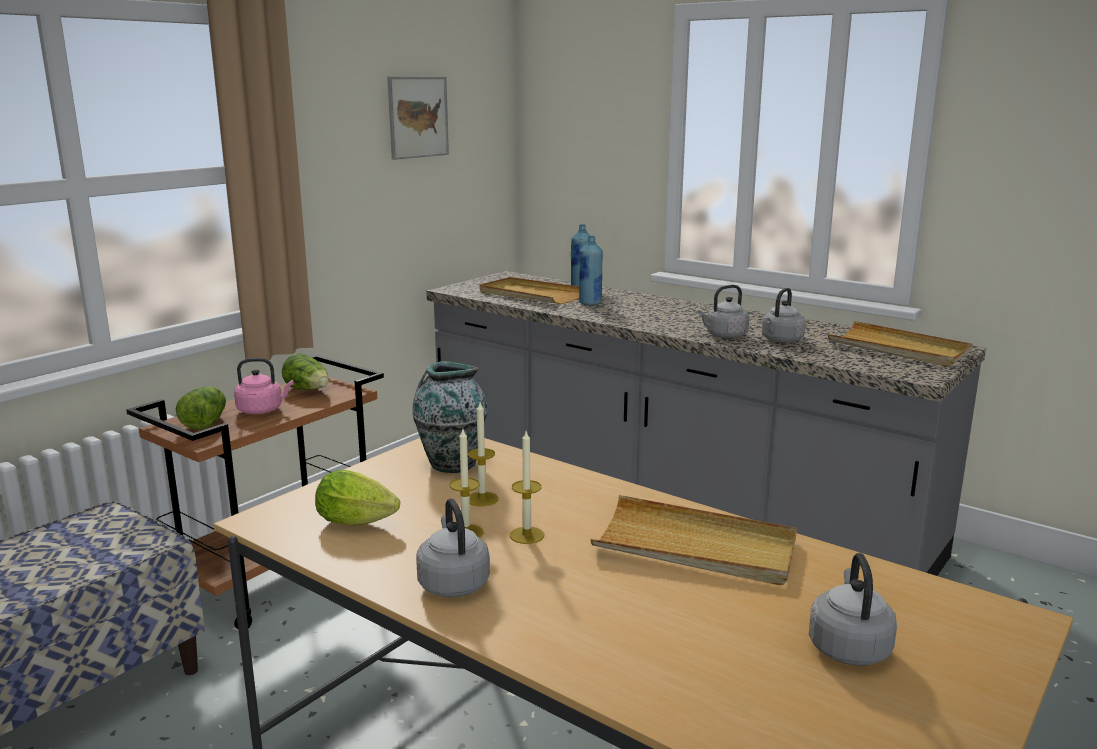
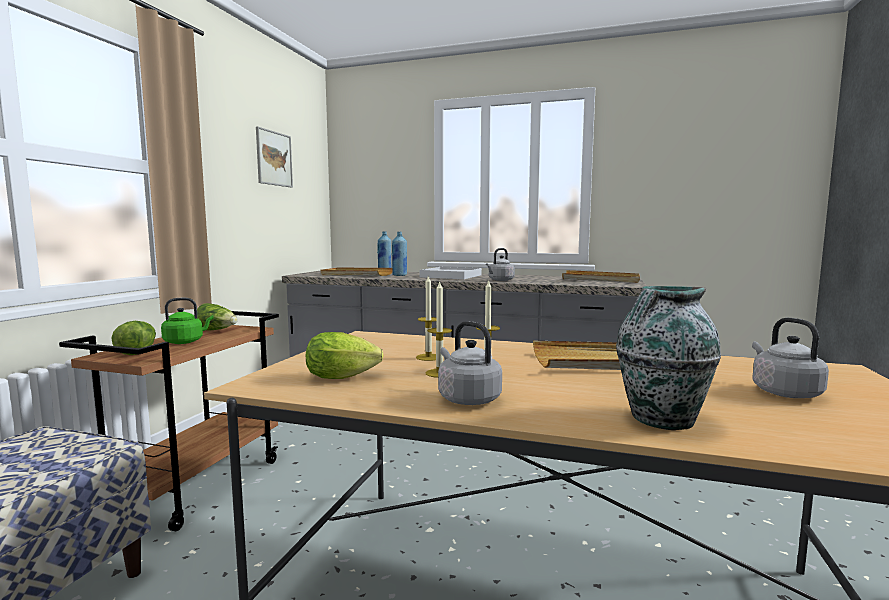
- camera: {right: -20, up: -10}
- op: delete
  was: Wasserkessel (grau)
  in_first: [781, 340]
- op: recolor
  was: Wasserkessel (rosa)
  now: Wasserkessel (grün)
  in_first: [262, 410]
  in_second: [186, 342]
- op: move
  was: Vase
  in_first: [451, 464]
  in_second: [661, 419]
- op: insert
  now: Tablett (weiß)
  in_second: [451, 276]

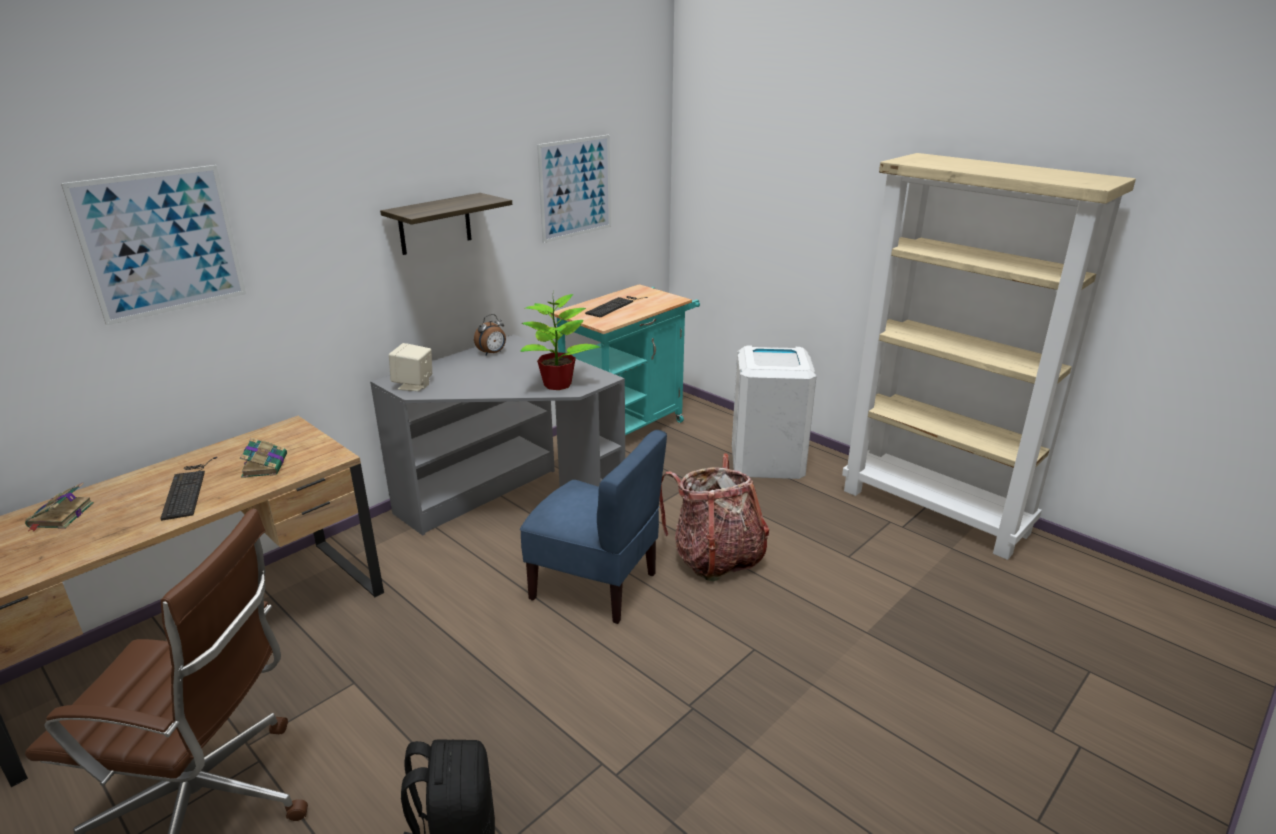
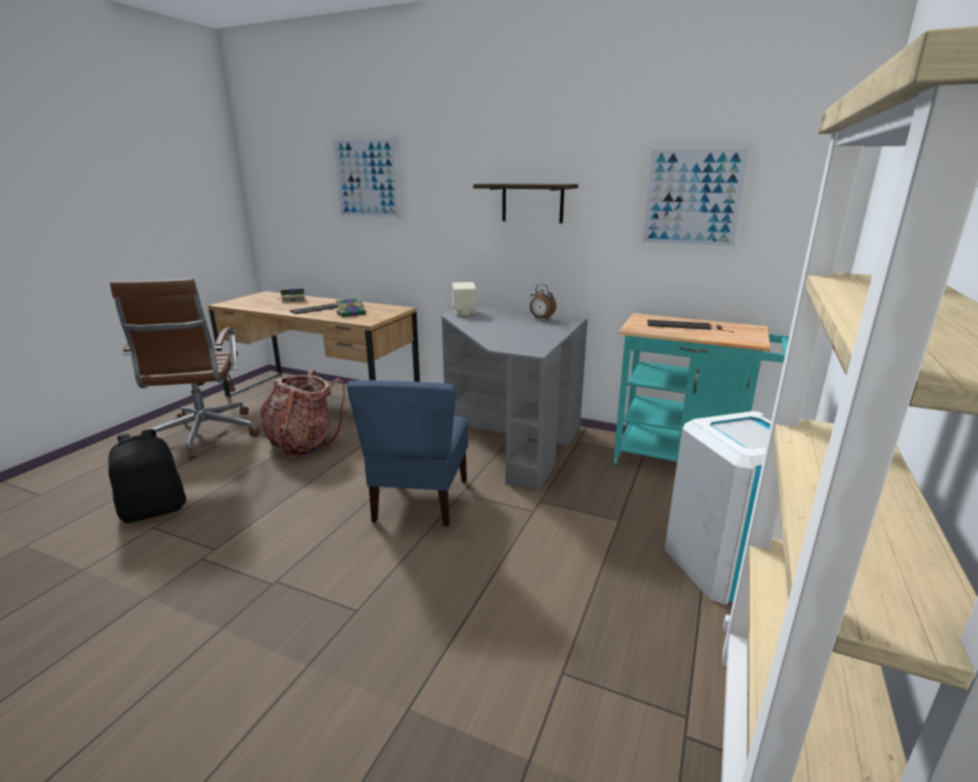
- camera: {right: 70, up: -5}
- op: delete
  was: Topfpflanze
  in_first: [558, 384]
- op: move
  was: Rucksack
  in_first: [715, 557]
  in_second: [303, 444]

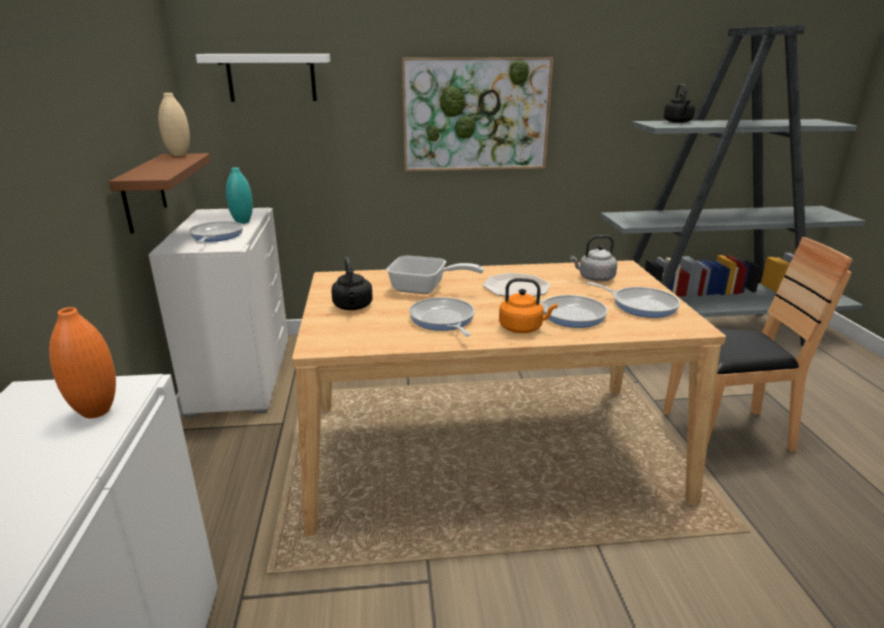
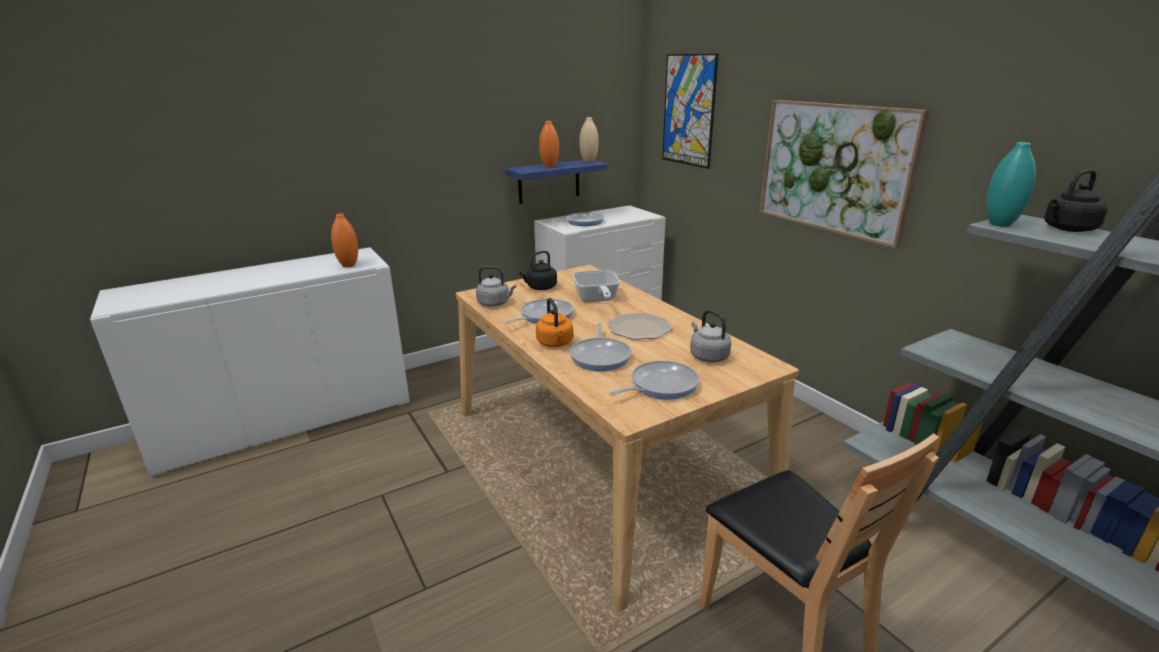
- camera: {right: 65, up: 0}
- op: replace
  was: Wandregal (weiß)
  now: Bild
  in_first: [271, 77]
  in_second: [688, 110]
- op: recolor
  was: Wandregal (braun)
  now: Wandregal (blau)
  in_first: [143, 193]
  in_second: [549, 181]
- op: move
  was: Vase (türkis)
  in_first: [242, 222]
  in_second: [1000, 224]
- op: rotate
  was: Pfanne
  in_first: [641, 305]
  in_second: [660, 385]
  clockwise: -135
- op: insert
  now: Vase (orange)
  in_second: [549, 166]
- op: insert
  now: Wasserkessel (grau)
  in_second: [495, 303]

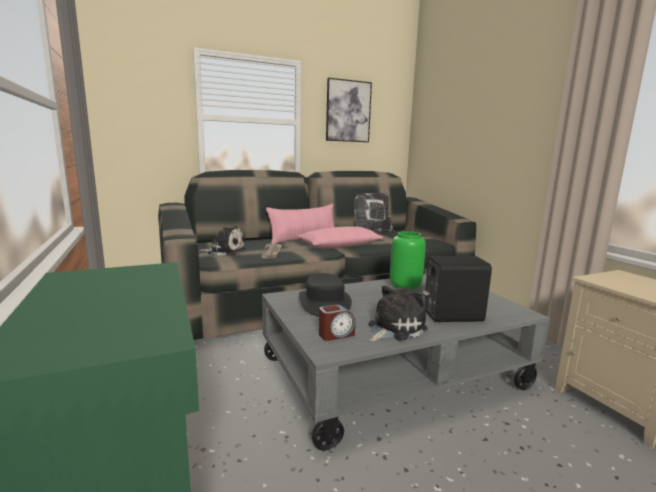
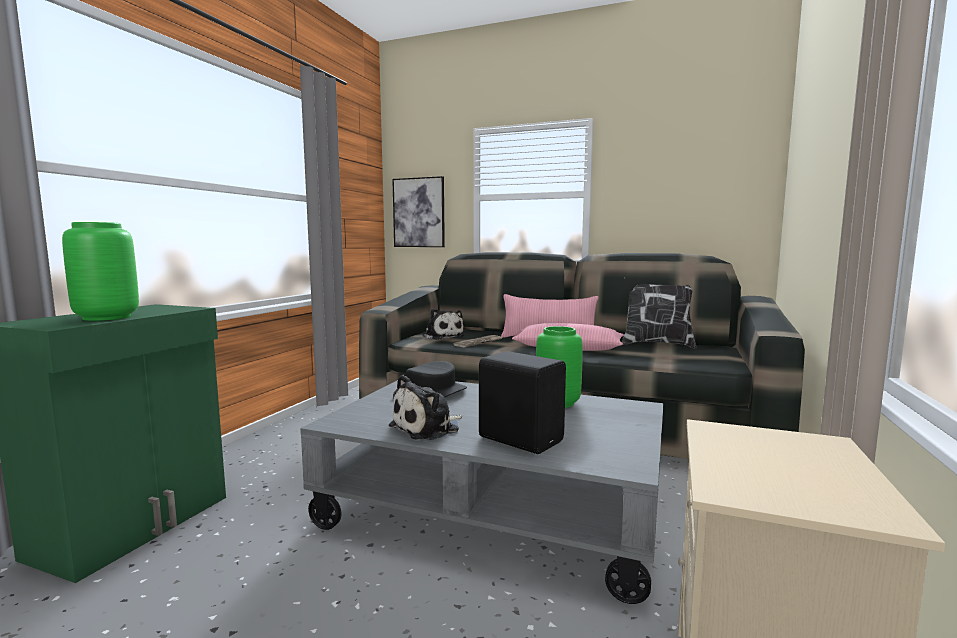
- camera: {right: 45, up: -5}
- op: move
  was: Bild
  in_first: [348, 111]
  in_second: [419, 212]
- op: rotate
  was: Plüschtier
  in_first: [394, 328]
  in_second: [428, 428]
  clockwise: 135
- op: delete
  was: Wecker
  in_first: [336, 334]
- op: insert
  now: Vase (grün)
  in_second: [107, 317]

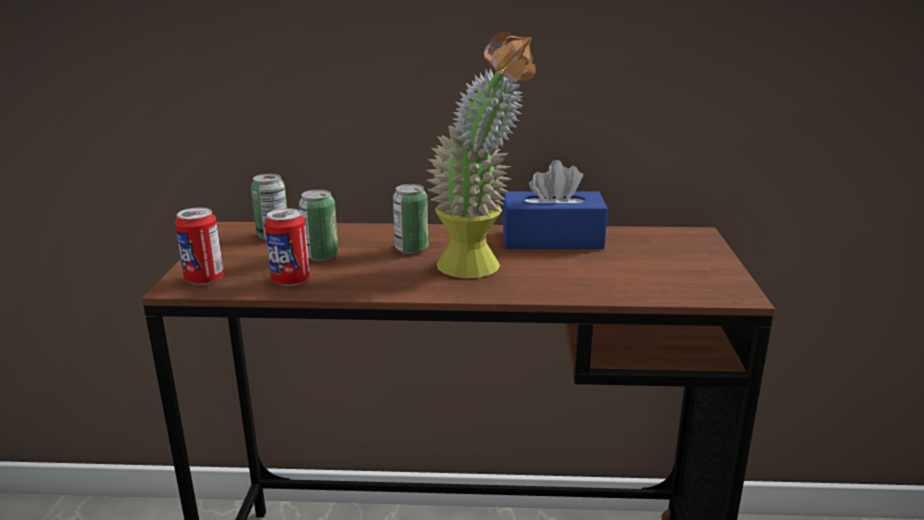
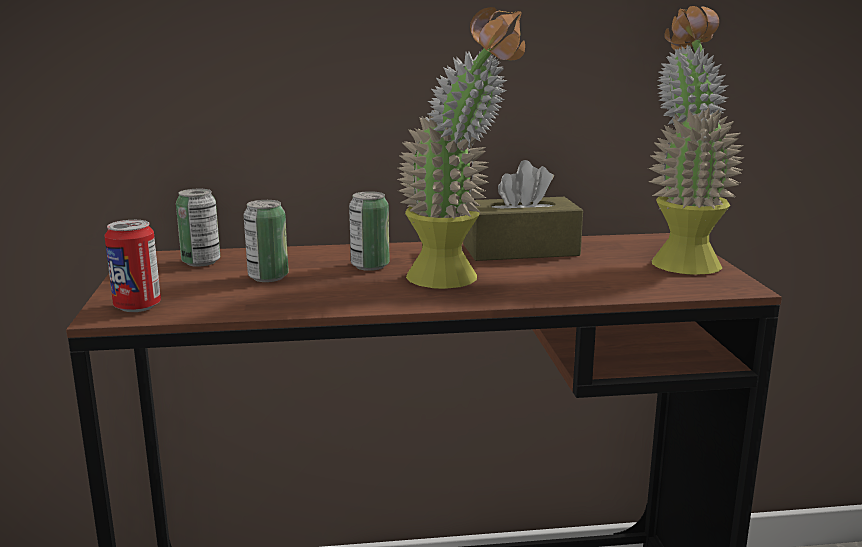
- camera: {right: -10, up: -5}
- op: recolor
  was: Taschentuchbox (blau)
  now: Taschentuchbox (braun)
  in_first: [552, 239]
  in_second: [520, 250]
- op: delete
  was: Dose
  in_first: [291, 281]
- op: insert
  now: Topfpflanze
  in_second: [679, 259]

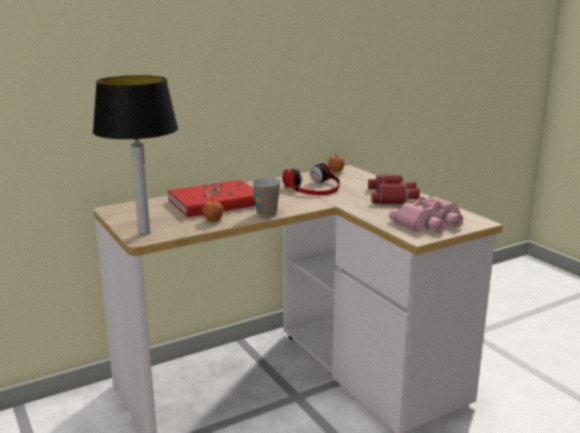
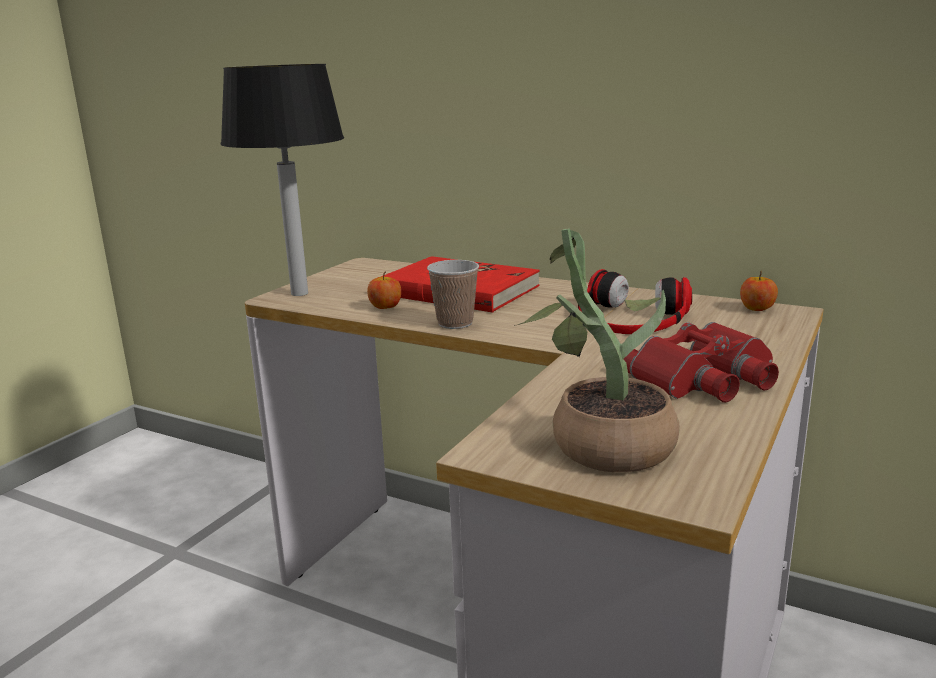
- camera: {right: 60, up: 0}
- op: replace
  was: Fernglas (rosa)
  now: Topfpflanze
  in_first: [429, 222]
  in_second: [599, 443]

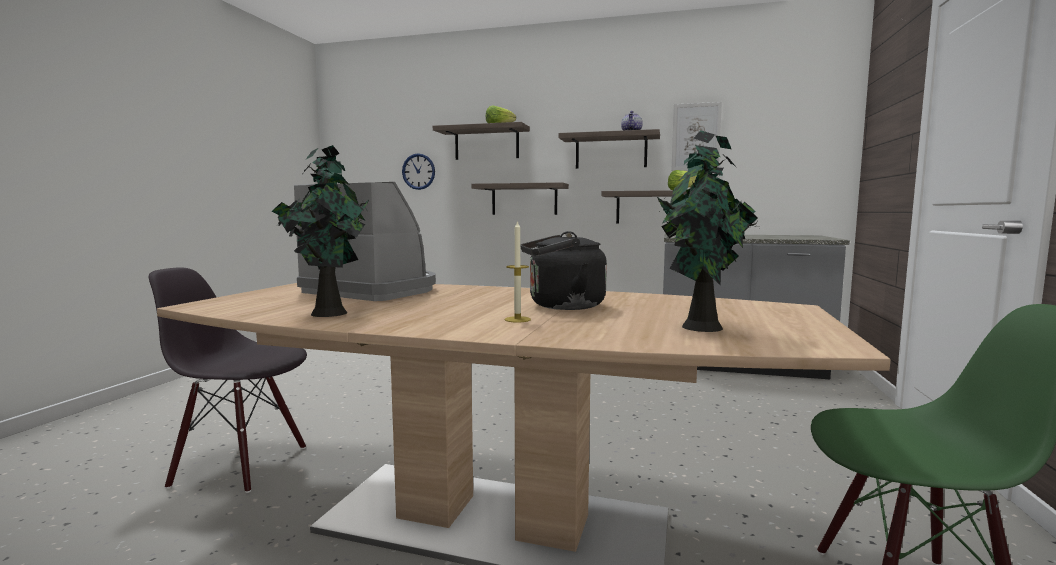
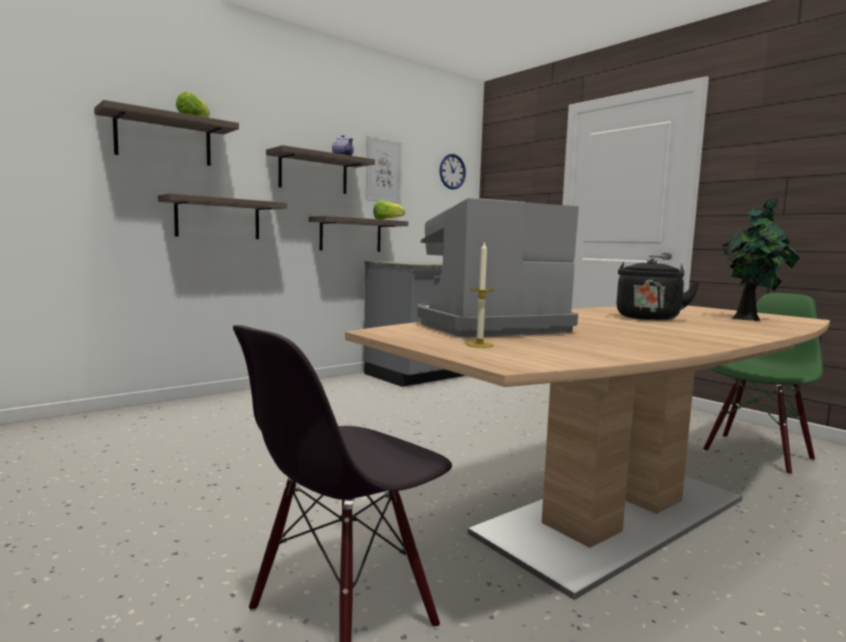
- camera: {right: -55, up: 0}
- op: delete
  was: Topfpflanze
  in_first: [329, 313]
- op: move
  was: Wanduhr
  in_first: [418, 171]
  in_second: [452, 171]
- op: move
  was: Kerze
  in_first: [517, 319]
  in_second: [479, 345]

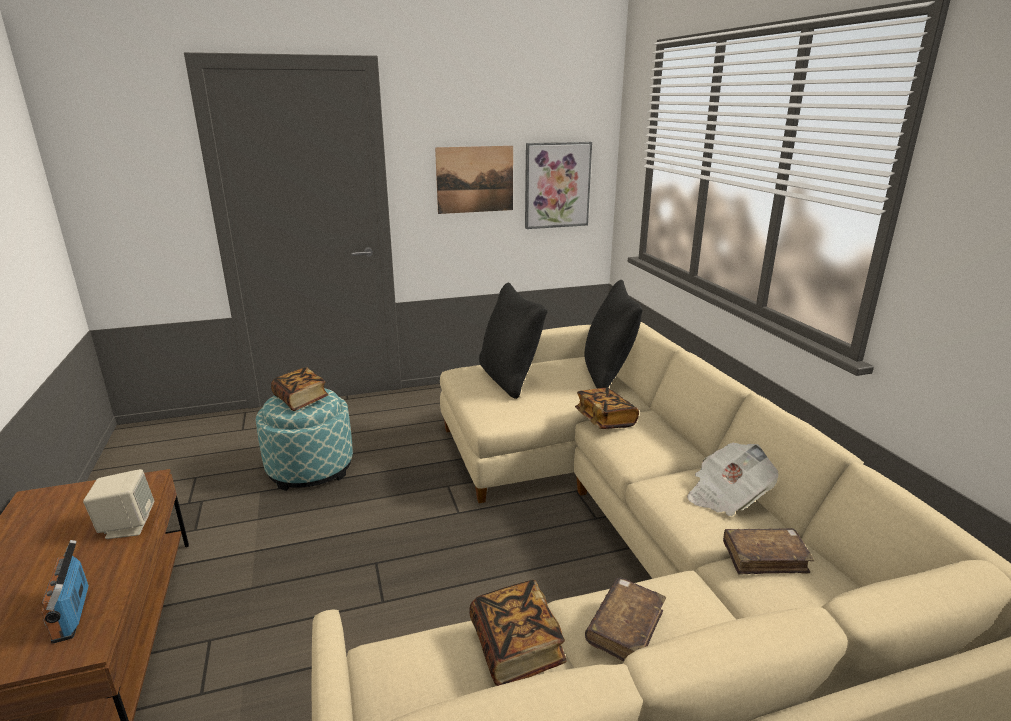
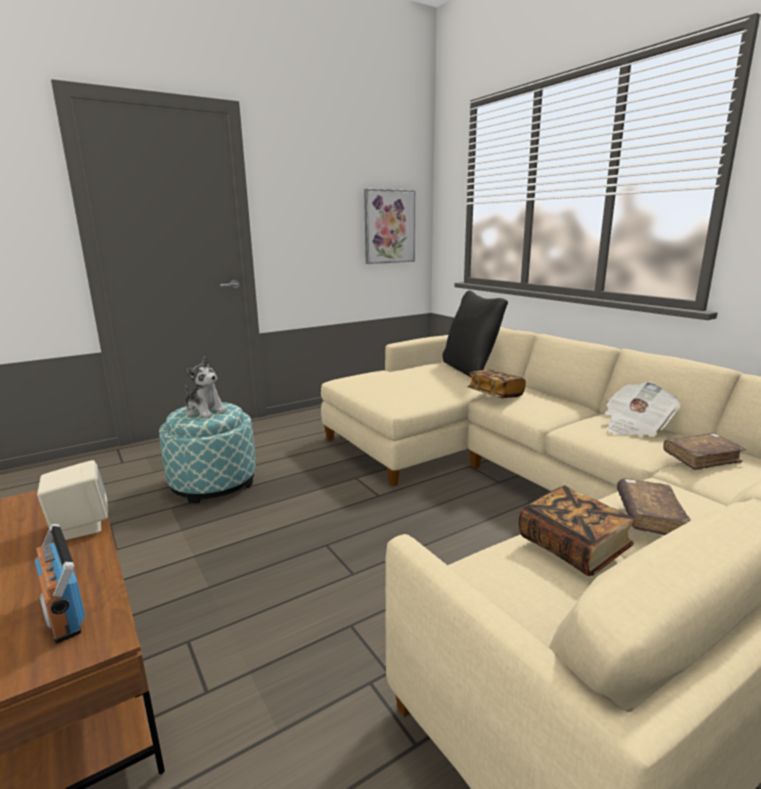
- camera: {right: -15, up: -5}
- op: delete
  was: Bild
  in_first: [475, 179]
- op: delete
  was: Kissen (schwarz)
  in_first: [510, 379]
- op: replace
  was: Buch
  now: Plüschtier
  in_first: [301, 400]
  in_second: [205, 411]

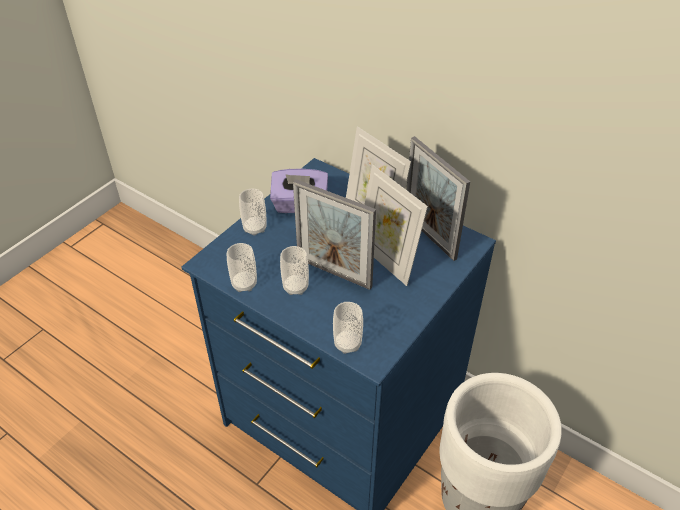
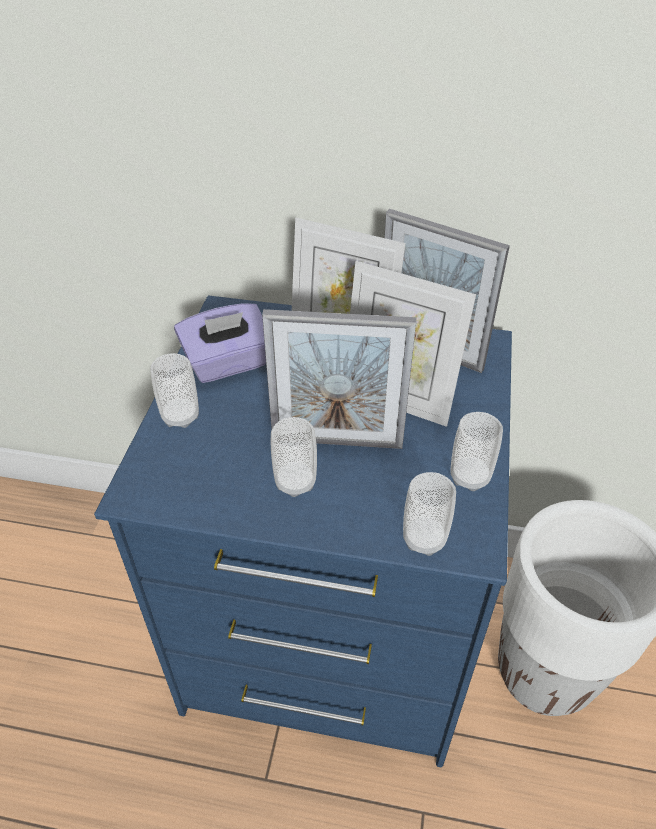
- camera: {right: -25, up: 0}
- op: move
  was: Tasse
  in_first: [244, 284]
  in_second: [469, 477]

